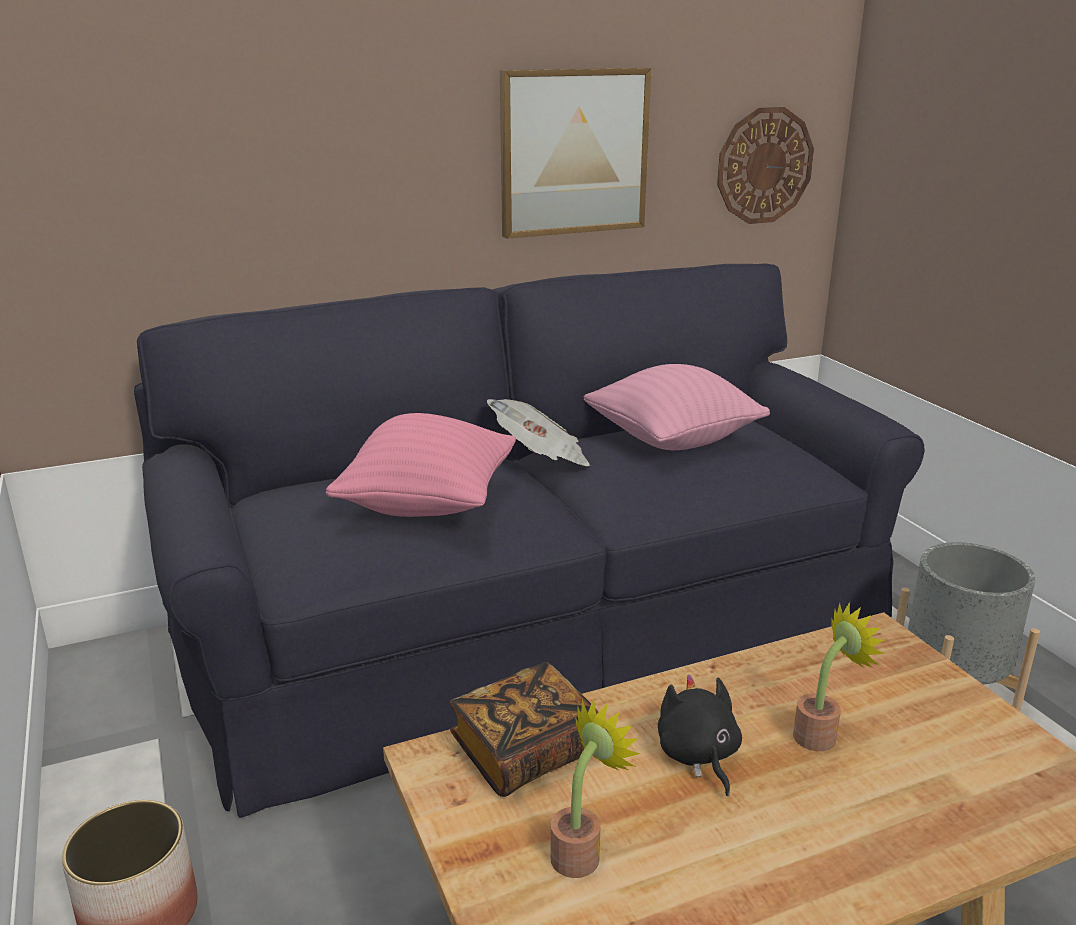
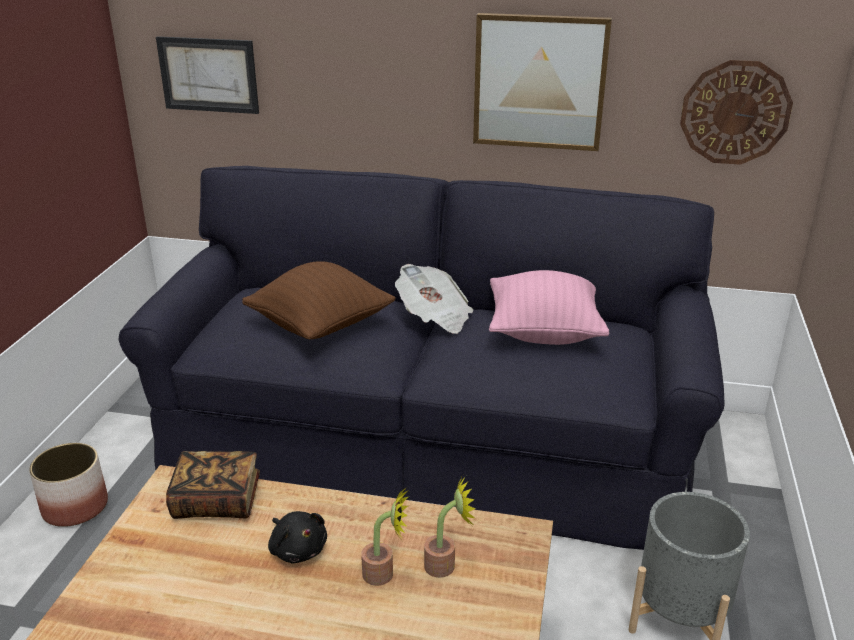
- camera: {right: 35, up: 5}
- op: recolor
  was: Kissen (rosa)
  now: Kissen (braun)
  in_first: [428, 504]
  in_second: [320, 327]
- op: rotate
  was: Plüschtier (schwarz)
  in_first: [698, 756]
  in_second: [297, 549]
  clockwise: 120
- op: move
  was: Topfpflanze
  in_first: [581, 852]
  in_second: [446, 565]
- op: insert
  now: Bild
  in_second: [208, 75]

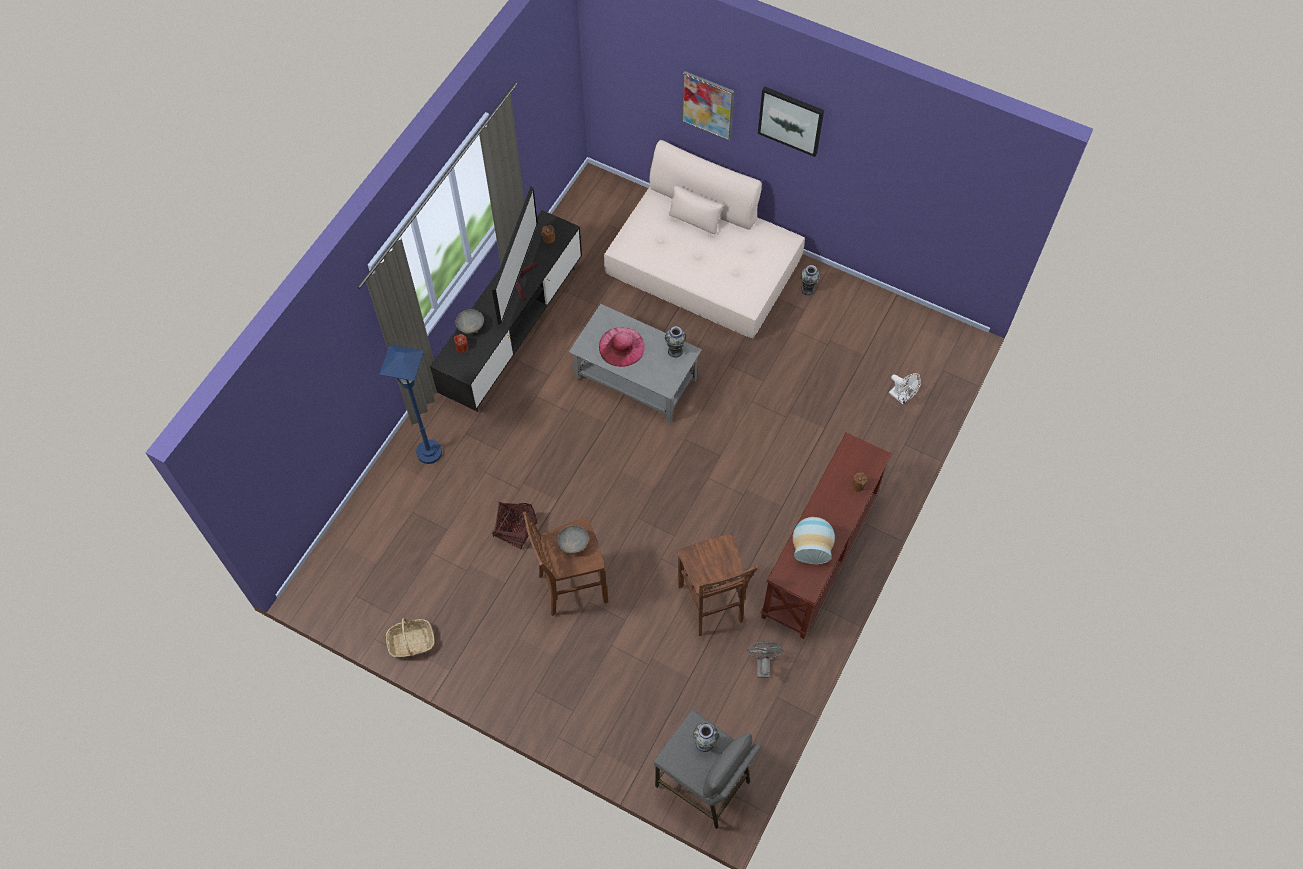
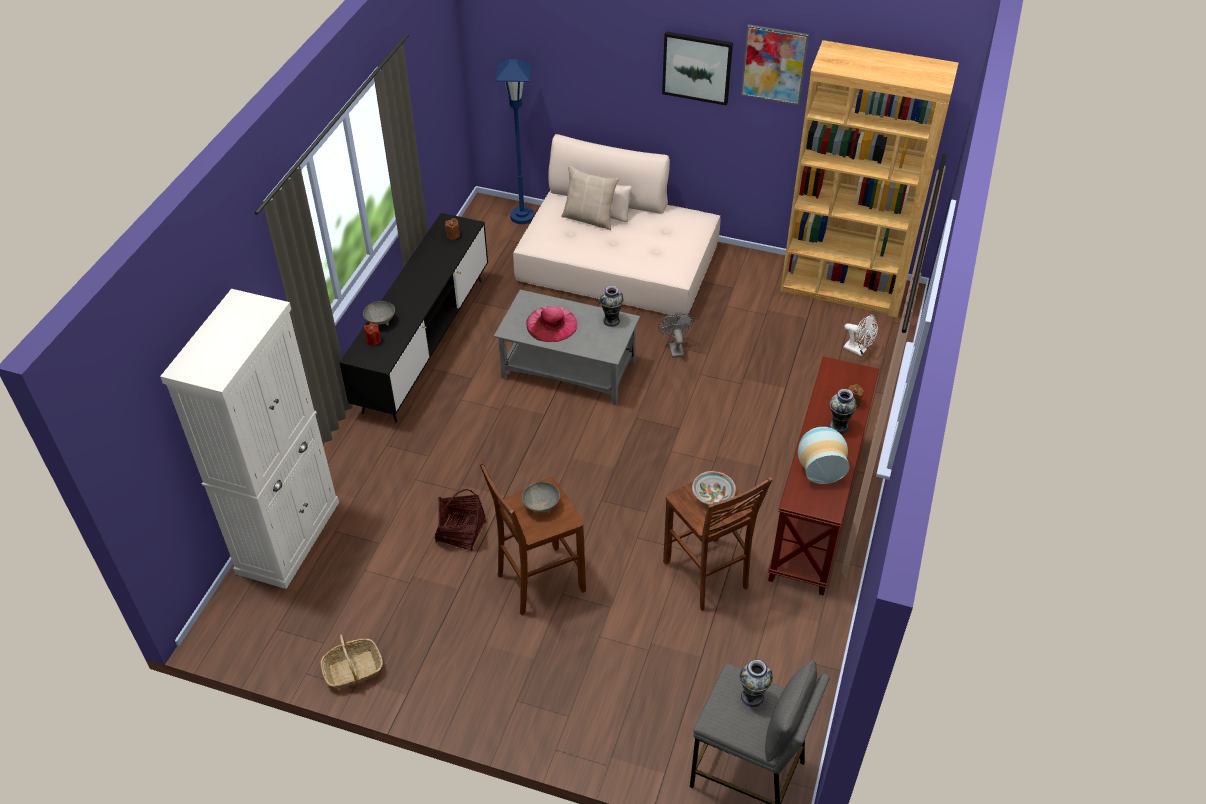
- camera: {right: -10, up: -15}
- op: move
  was: Bild
  in_first: [708, 105]
  in_second: [774, 64]
- op: delete
  was: Fernseher
  in_first: [521, 278]
- op: move
  was: Vase
  in_first: [808, 289]
  in_second: [839, 426]
- op: move
  was: Stehlampe (blau)
  in_first: [429, 452]
  in_second: [522, 216]
- op: move
  was: Ventilator (grau)
  in_first: [762, 664]
  in_second: [675, 348]
- op: insert
  now: Bücherregal (braun)
  in_second: [843, 288]
- op: insert
  now: Kissen (beige)
  in_second: [589, 218]
- op: insert
  now: Schrank (weiß)
  in_second: [288, 537]
- op: insert
  now: Schüssel
  in_second: [712, 495]

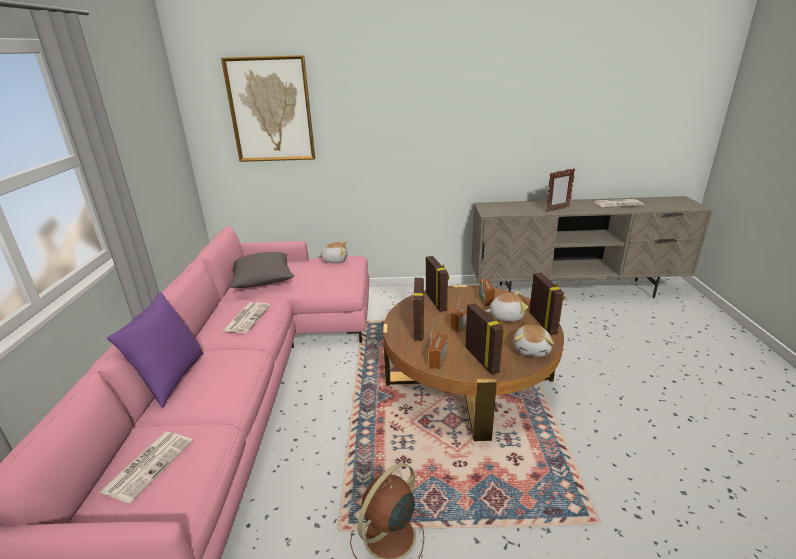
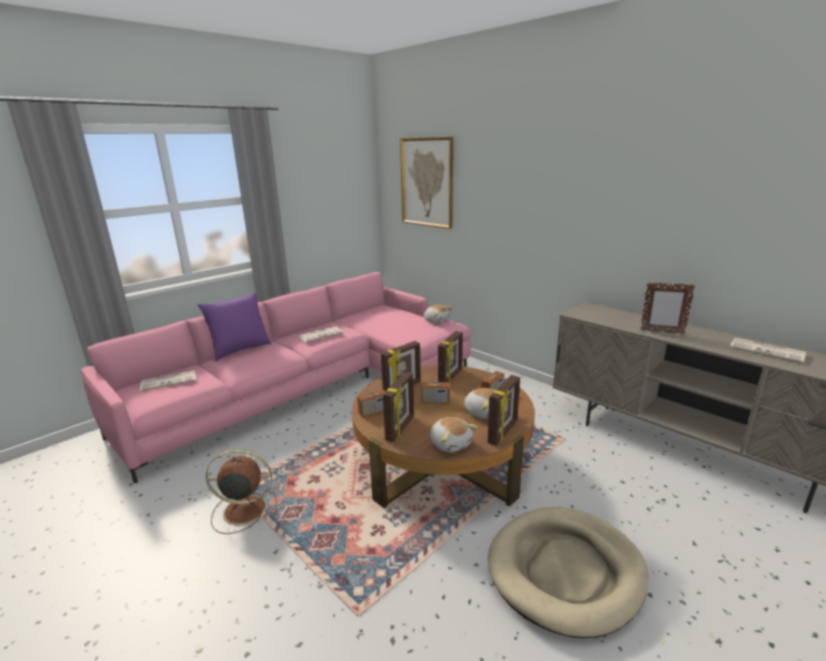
- camera: {right: 45, up: -5}
- op: delete
  was: Kissen (grau)
  in_first: [263, 281]
- op: rotate
  was: Plüschtier
  in_first: [532, 349]
  in_second: [451, 443]
  clockwise: -90
- op: insert
  now: Hundebett (beige)
  in_second: [565, 571]

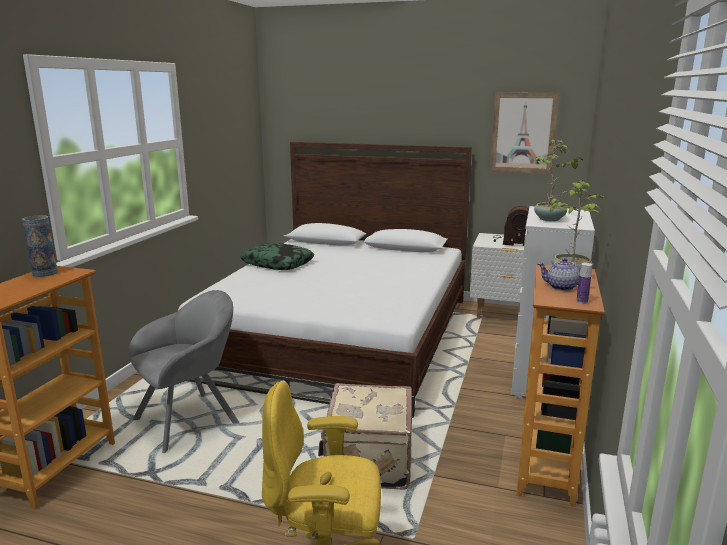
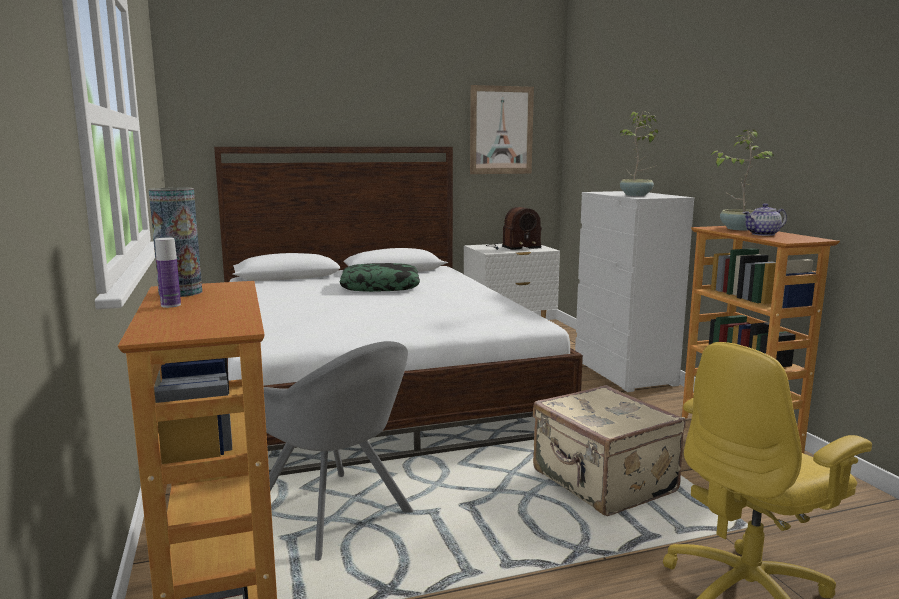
- camera: {right: -35, up: -5}
- op: move
  was: Kissen
  in_first: [278, 263]
  in_second: [380, 287]
- op: move
  was: Flasche
  in_first: [582, 301]
  in_second: [171, 305]
- op: rotate
  was: Sessel (grau)
  in_first: [191, 419]
  in_second: [336, 516]
  clockwise: 120

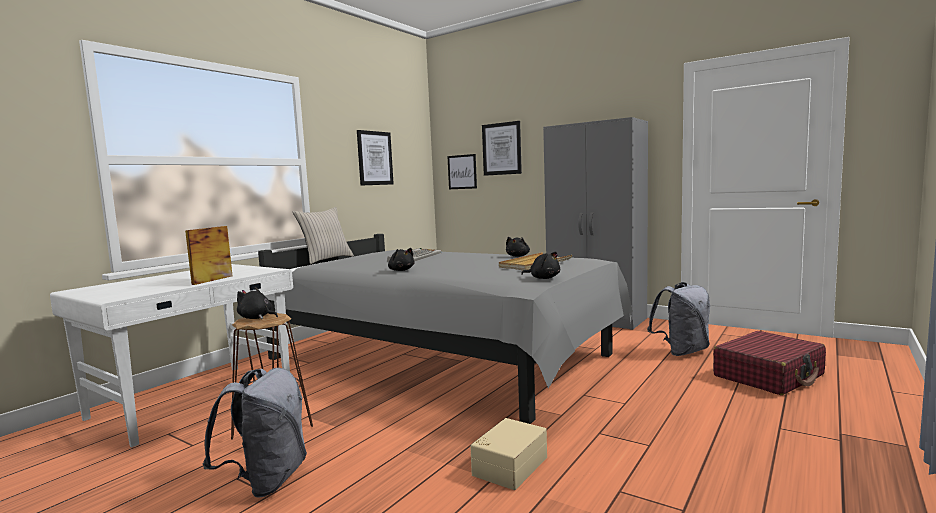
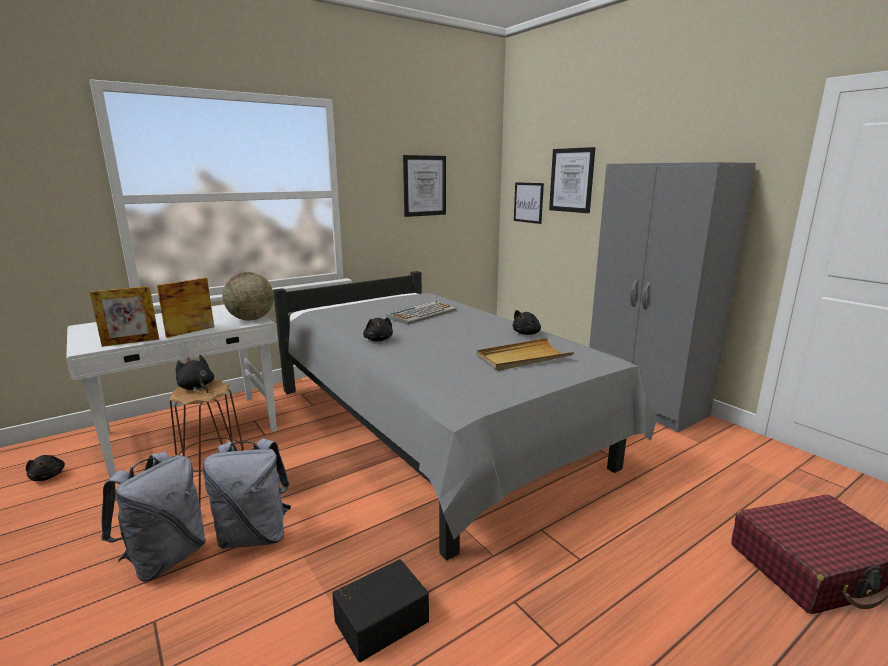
- camera: {right: 20, up: 10}
- op: delete
  was: Kissen (beige)
  in_first: [326, 260]
- op: move
  was: Plüschtier (schwarz)
  in_first: [543, 278]
  in_second: [48, 476]
- op: move
  was: Rucksack (grau)
  in_first: [682, 351]
  in_second: [255, 535]
- op: recolor
  was: Aufbewahrungsbox (beige)
  now: Aufbewahrungsbox (schwarz)
  in_first: [508, 465]
  in_second: [380, 619]
- op: insert
  now: Globus
  in_second: [251, 319]
- op: insert
  now: Bilderrahmen
  in_second: [131, 342]

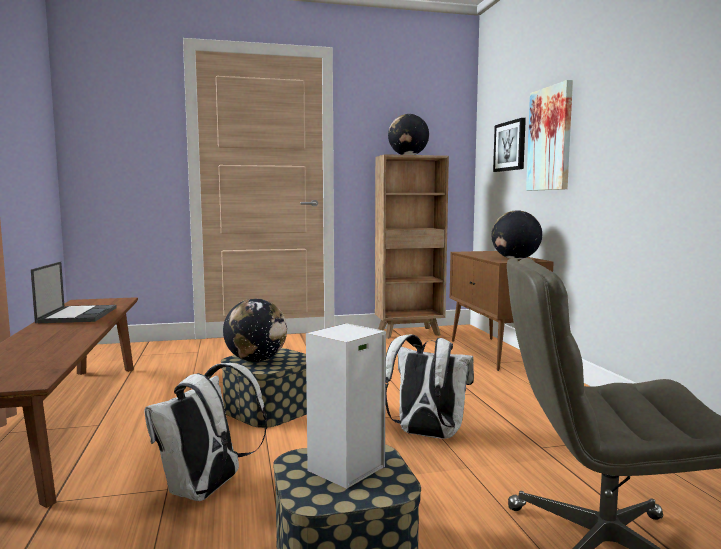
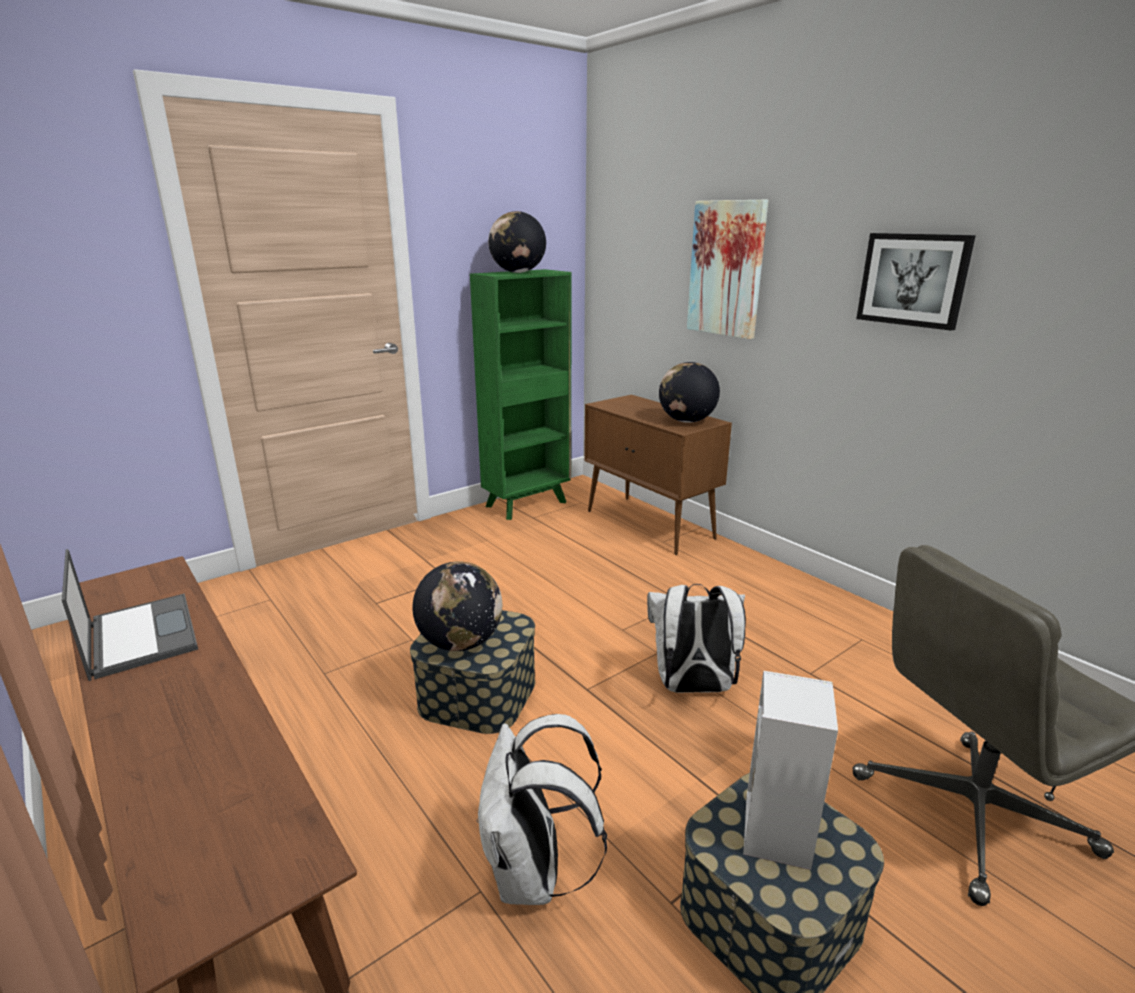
- camera: {right: -25, up: 15}
- op: move
  was: Bild
  in_first: [510, 146]
  in_second: [913, 280]
- op: recolor
  was: Bücherregal (braun)
  now: Bücherregal (grün)
  in_first: [410, 333]
  in_second: [528, 504]

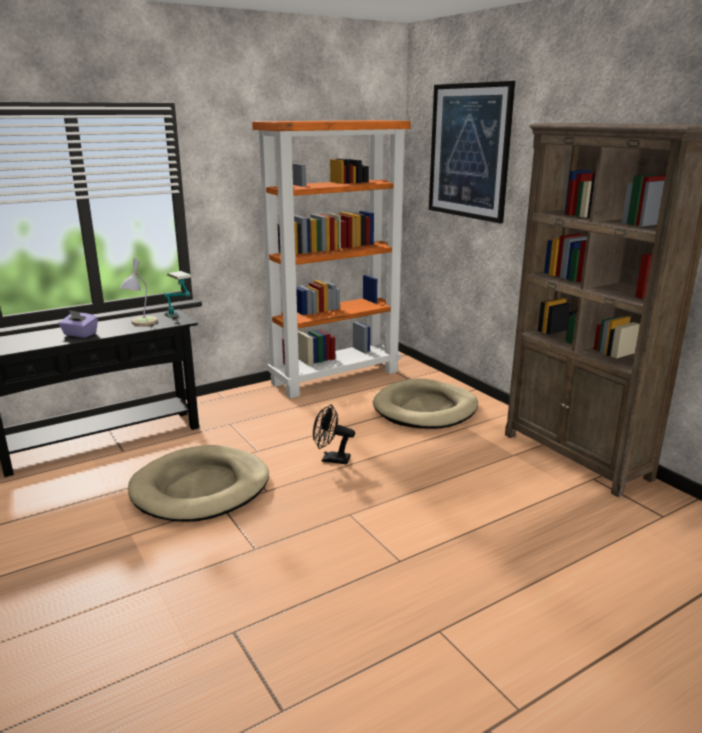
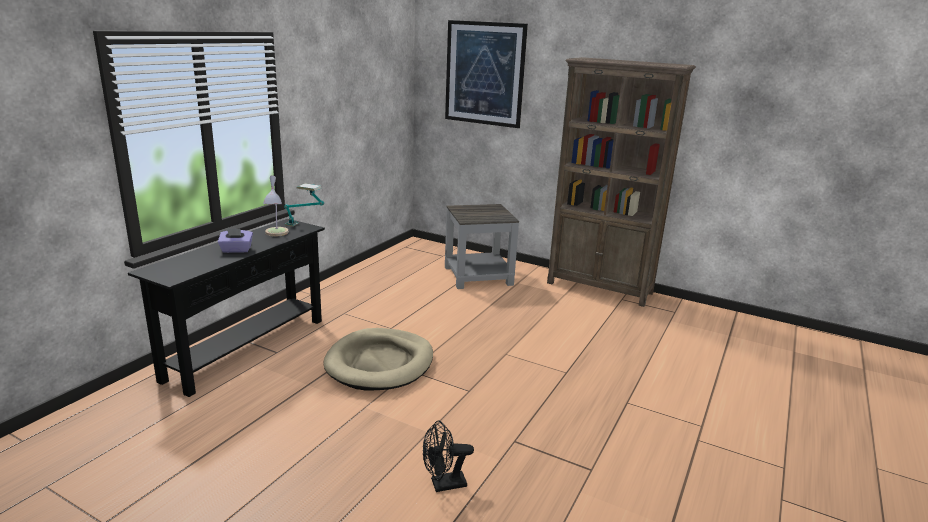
- camera: {right: -30, up: 0}
- op: delete
  was: Bücherregal (orange)
  in_first: [336, 377]
- op: replace
  was: Hundebett (beige)
  now: Beistelltisch (grau)
  in_first: [425, 409]
  in_second: [478, 275]
- op: move
  was: Ventilator (schwarz)
  in_first: [331, 459]
  in_second: [443, 485]

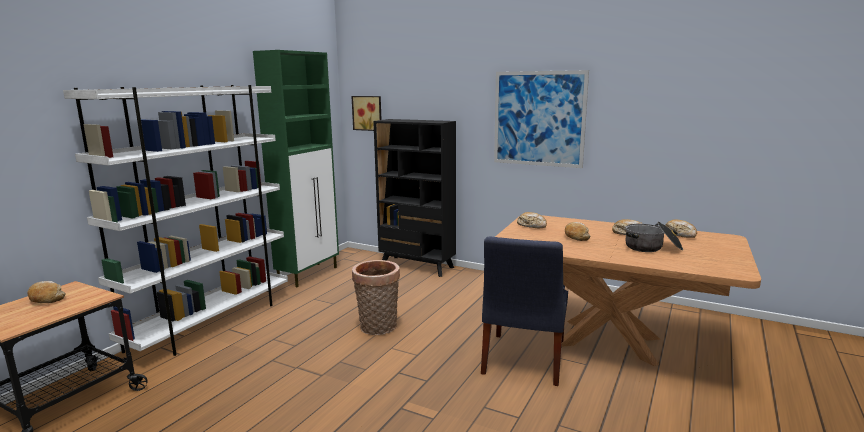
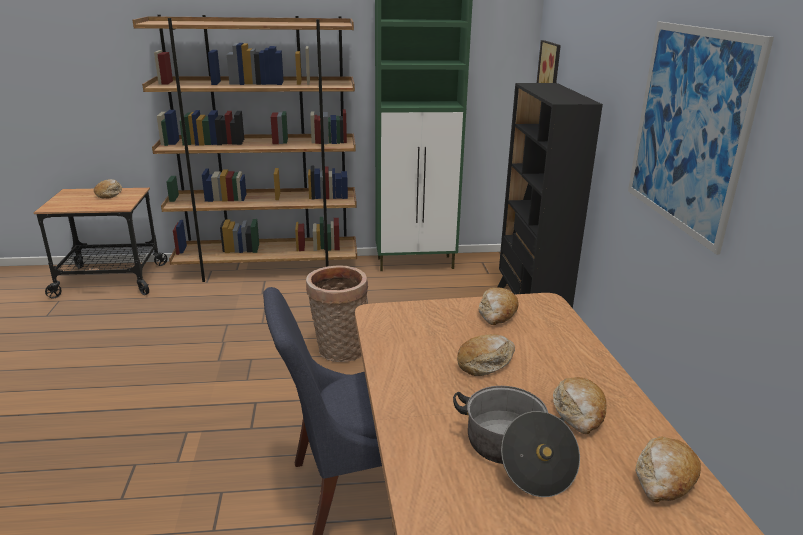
- camera: {right: 55, up: 10}
- op: recolor
  was: Bücherregal (weiß)
  now: Bücherregal (braun)
  in_first: [212, 323]
  in_second: [269, 269]

